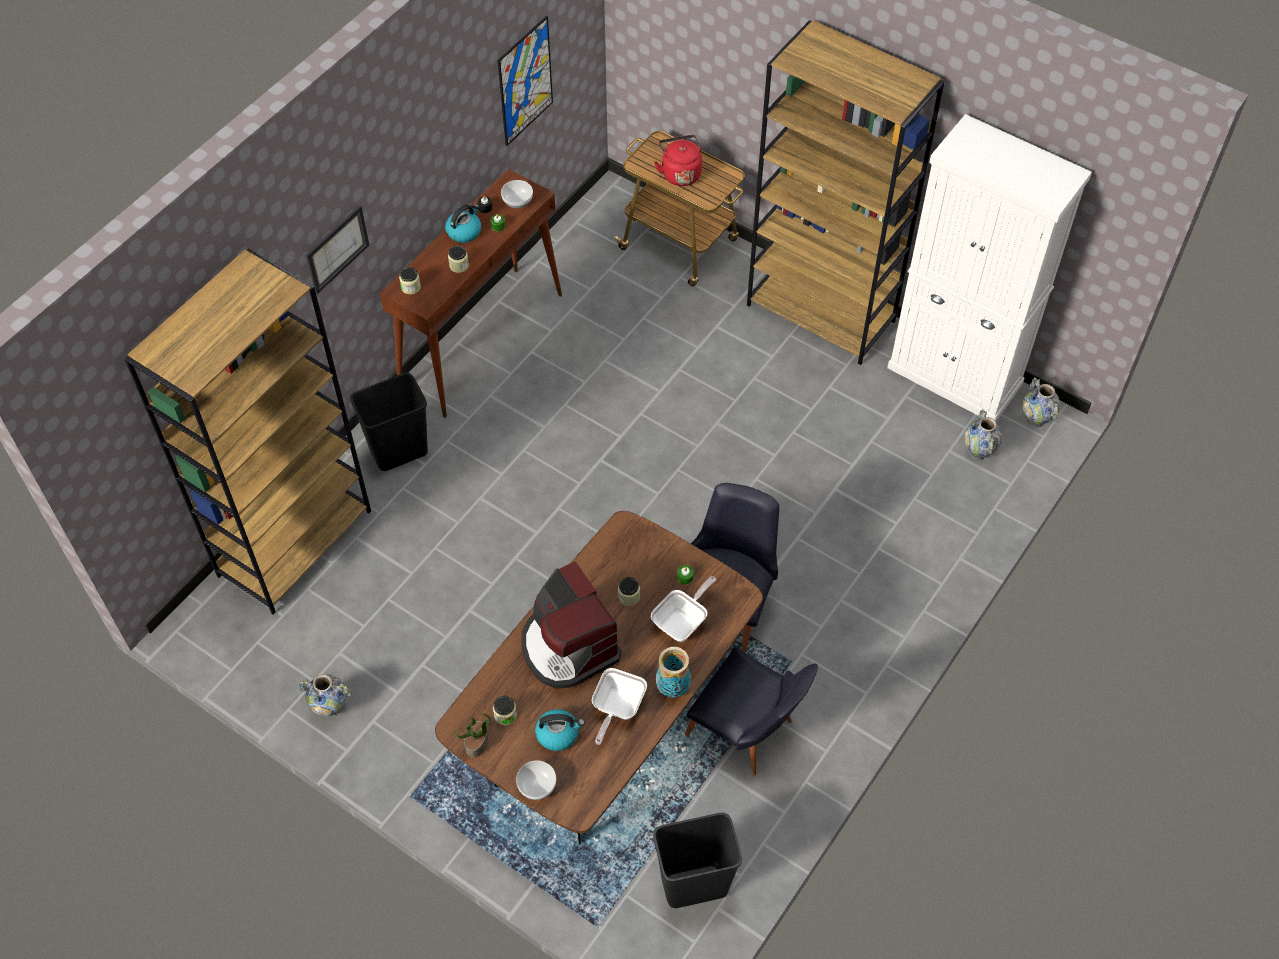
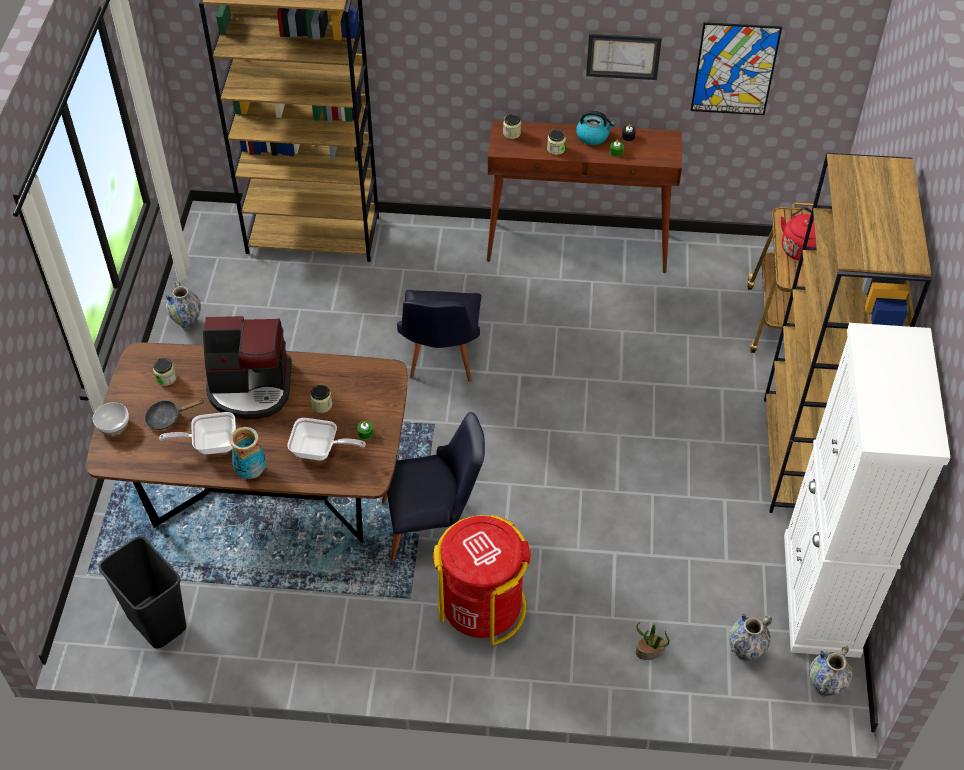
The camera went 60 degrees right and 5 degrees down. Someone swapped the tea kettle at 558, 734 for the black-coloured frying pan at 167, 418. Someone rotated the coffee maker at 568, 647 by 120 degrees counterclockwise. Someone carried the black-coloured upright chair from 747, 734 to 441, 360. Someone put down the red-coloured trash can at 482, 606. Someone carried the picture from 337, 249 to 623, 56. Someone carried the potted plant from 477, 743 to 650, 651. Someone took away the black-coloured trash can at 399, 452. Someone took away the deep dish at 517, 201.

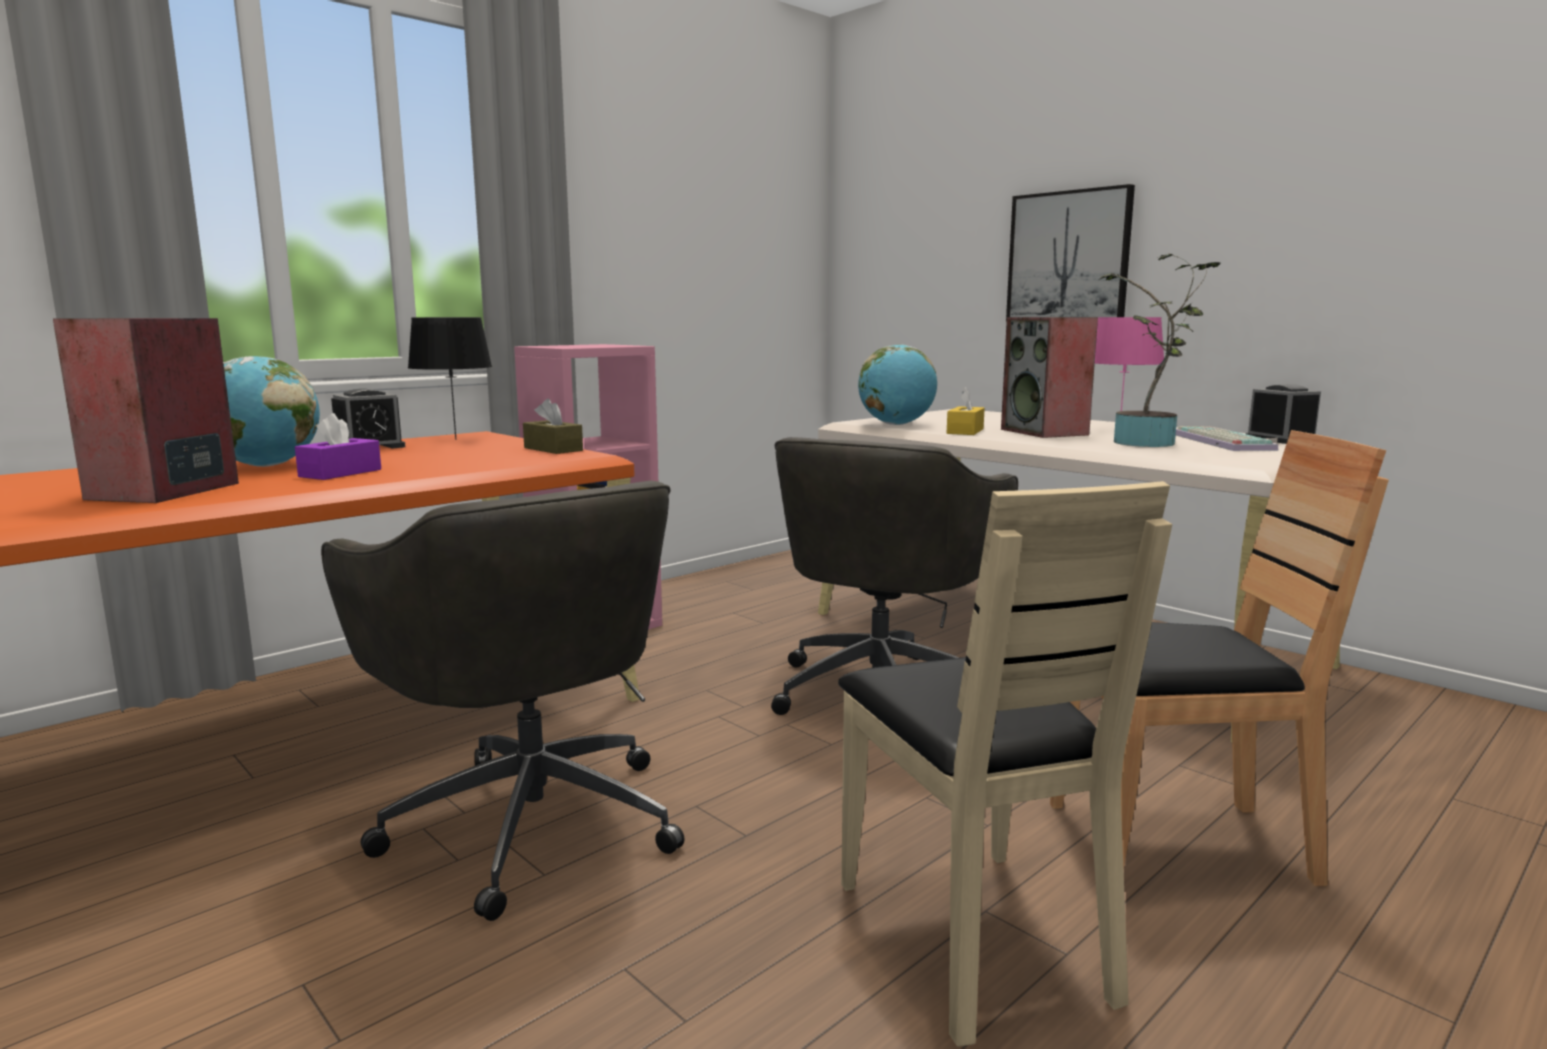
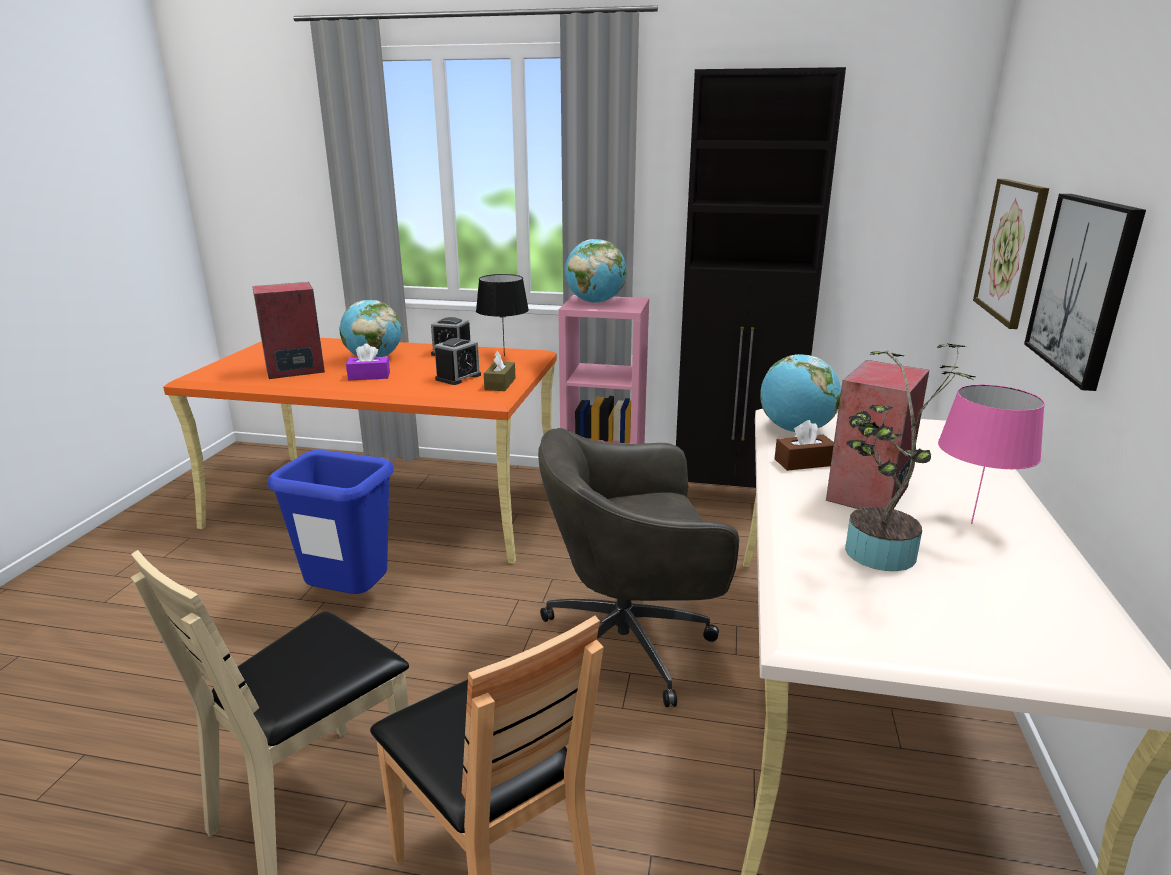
The camera went 55 degrees right and 10 degrees up. Someone swapped the gray computer chair at 531, 819 for the blue trash can at 349, 599. Someone carried the alarm clock from 1280, 439 to 458, 377. Someone put down the globe at 595, 302. Someone put down the black-coloured cupboard at 733, 498. Someone repainted the yellow box of tissues at 965, 431, which became the brownish box of tissues at 804, 462. Someone put up the picture at 1011, 250. Someone took away the keyboard at 1218, 441.

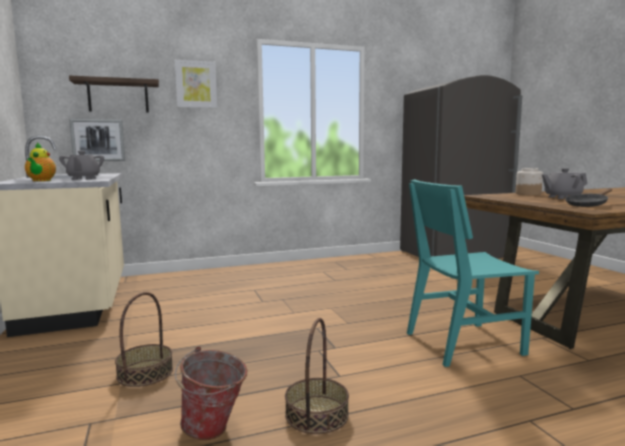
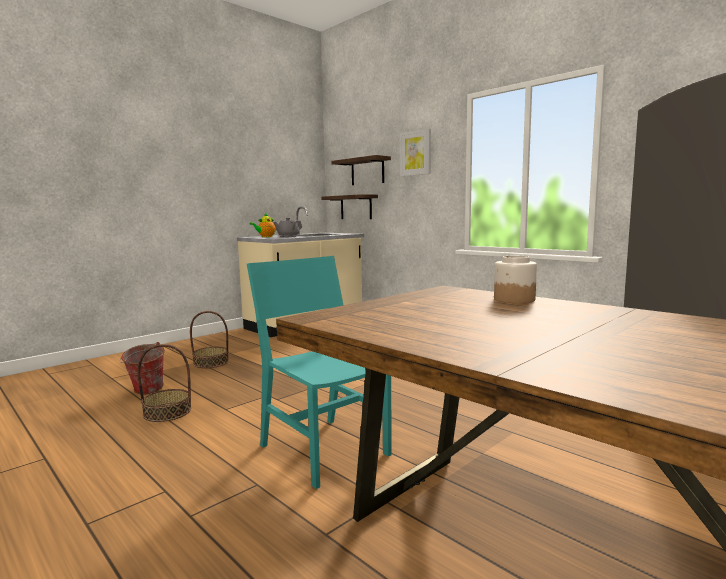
The camera went 65 degrees right and 0 degrees up. Someone swapped the picture at 98, 140 for the wall shelf at 356, 207. Someone took away the gray tea pot at 562, 197. Someone took away the black-coloured frying pan at 588, 205.

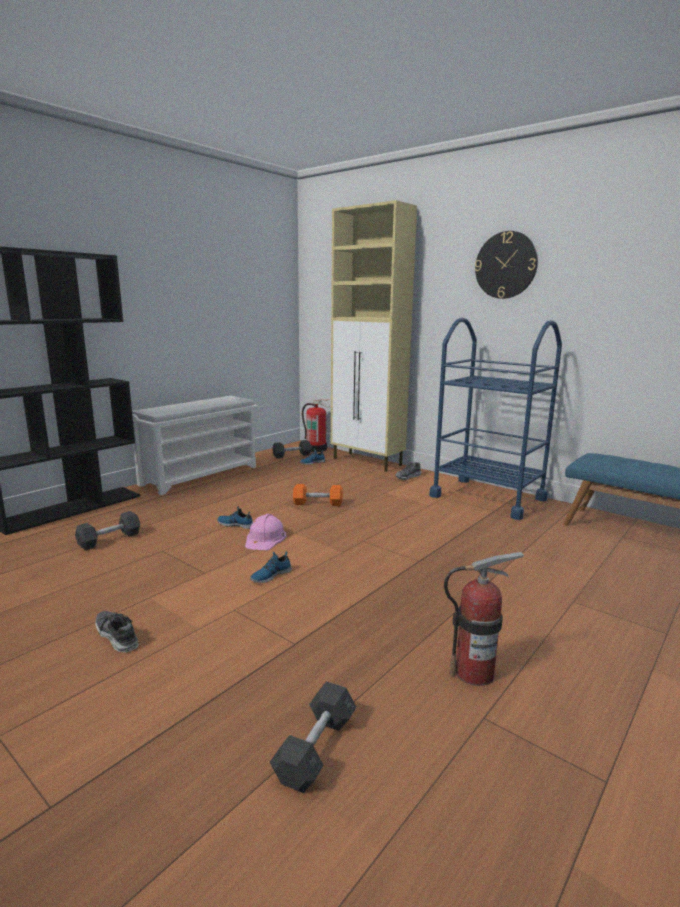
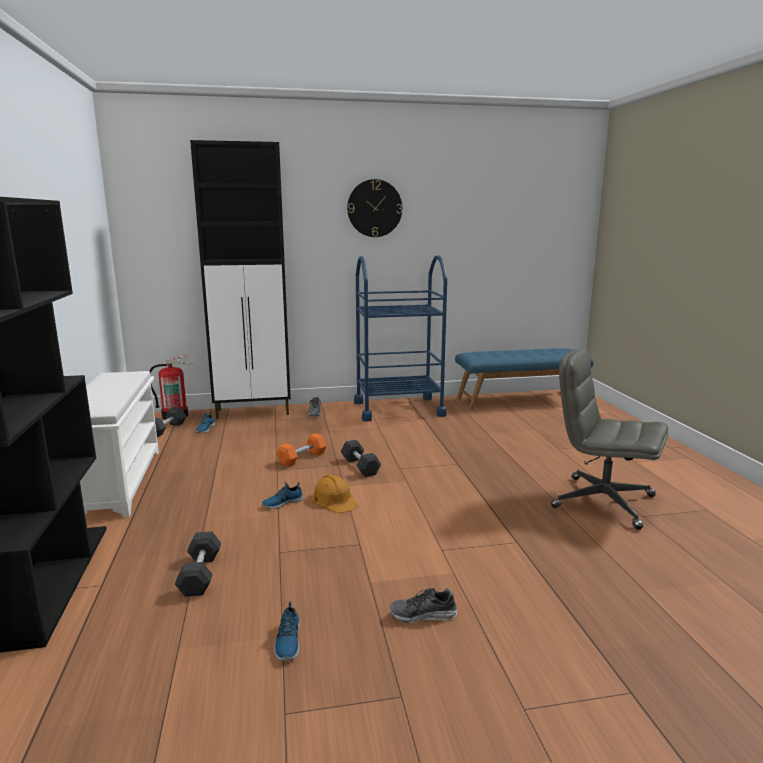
The camera went 50 degrees left and 0 degrees up. Someone repainted the beige cupboard at 368, 462, which became the black-coloured cupboard at 254, 412. Someone carried the shoe from 270, 575 to 287, 641. Someone repainted the pinkish hard hat at 265, 538, which became the orangey hard hat at 334, 500. Someone carried the gray dumbbell from 315, 749 to 360, 466. Someone swapped the extinguisher at 474, 673 for the gray computer chair at 602, 501.

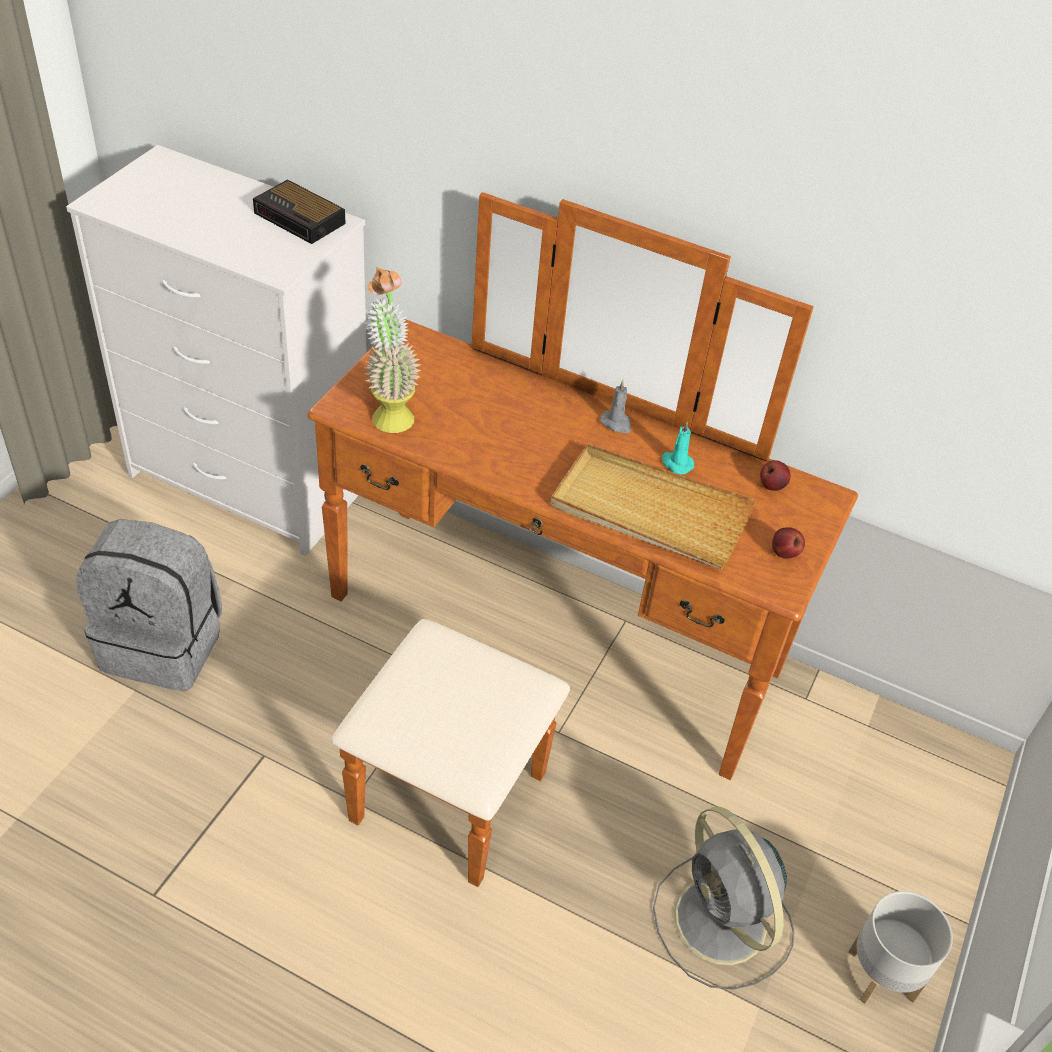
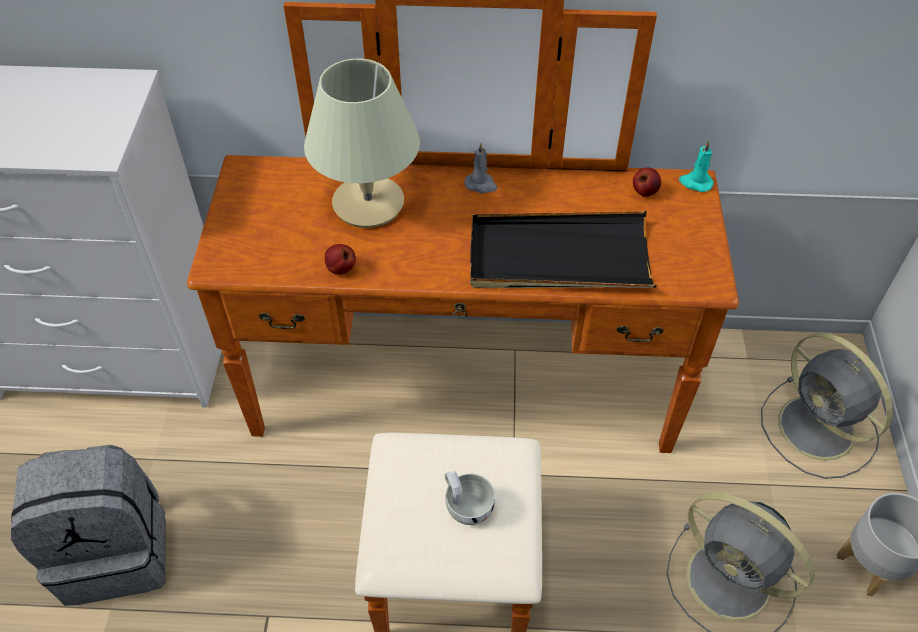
The camera went 20 degrees left and 5 degrees up. Someone put down the beige tabletop lamp at 368, 204. Someone carried the apple fruit from 784, 553 to 340, 269. Someone put down the white-coloured drinking cup at 465, 505. Someone repainted the beige carrying tray at 649, 511, which became the black-coloured carrying tray at 558, 257. Someone carried the turquoise-coloured wax light from 676, 463 to 695, 182. Someone put down the gray fan at 819, 430. Someone took away the alarm clock at 301, 219. Someone took away the potted plant at 390, 411.

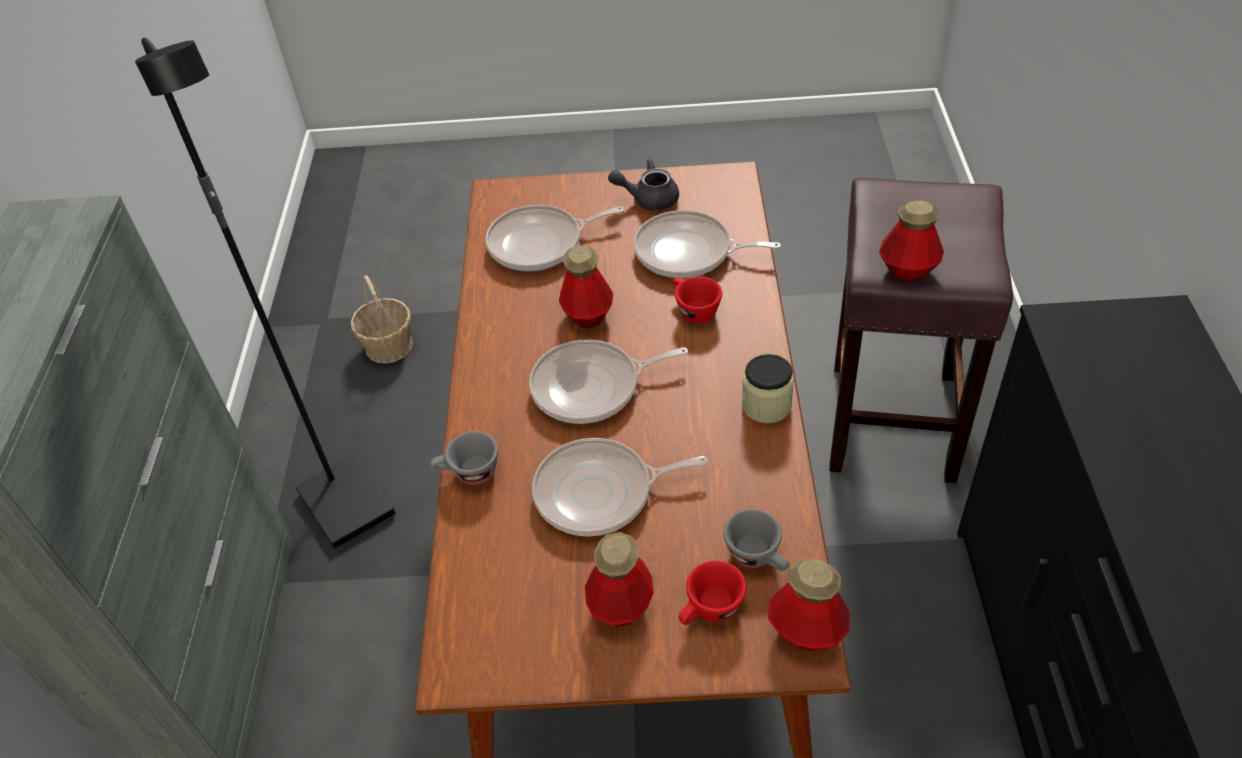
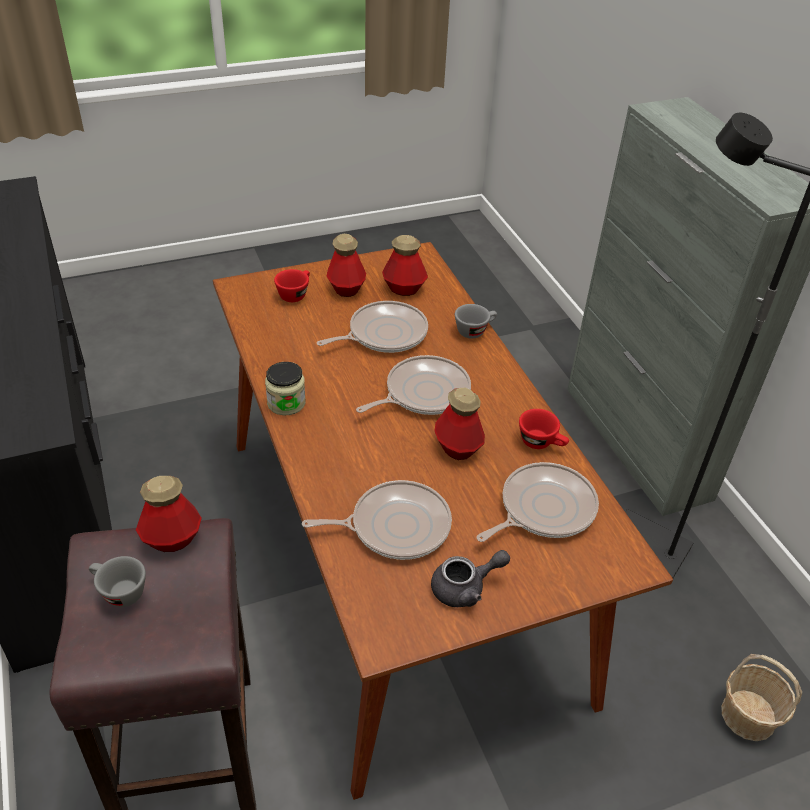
The camera went 155 degrees right and 5 degrees down. Someone carried the gray drinking cup from 758, 557 to 118, 592. Someone carried the beverage bottle from 806, 631 to 404, 289. Someone carried the red-coloured drinking cup from 693, 310 to 541, 443.

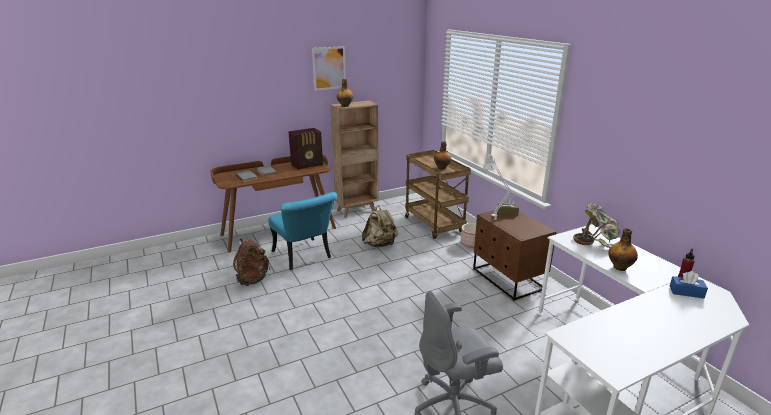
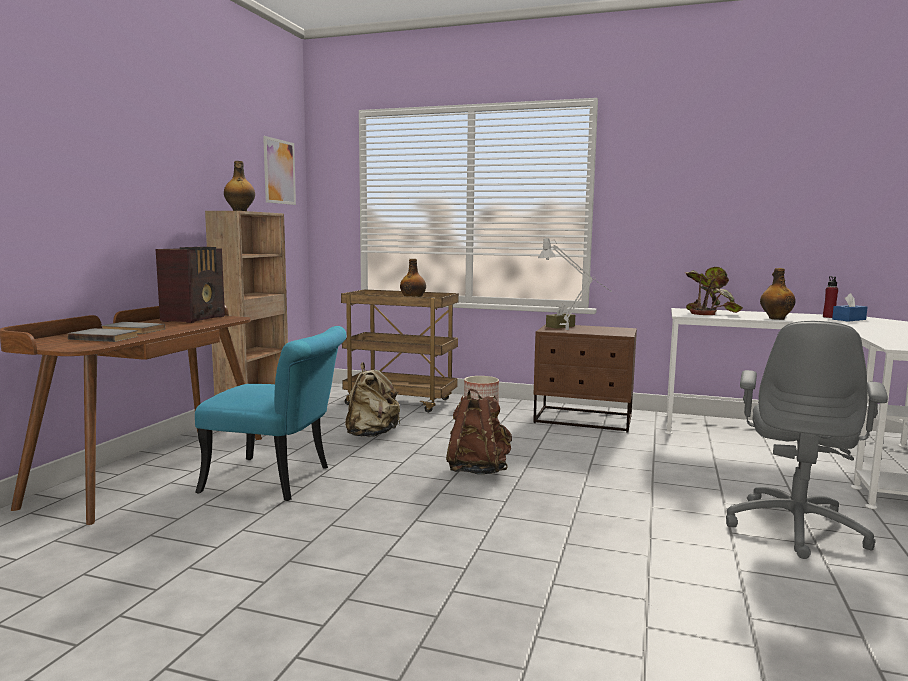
The camera went 45 degrees left and 15 degrees down. Someone carried the picture from 329, 68 to 279, 171. Someone carried the brownish backpack from 252, 279 to 478, 470.

